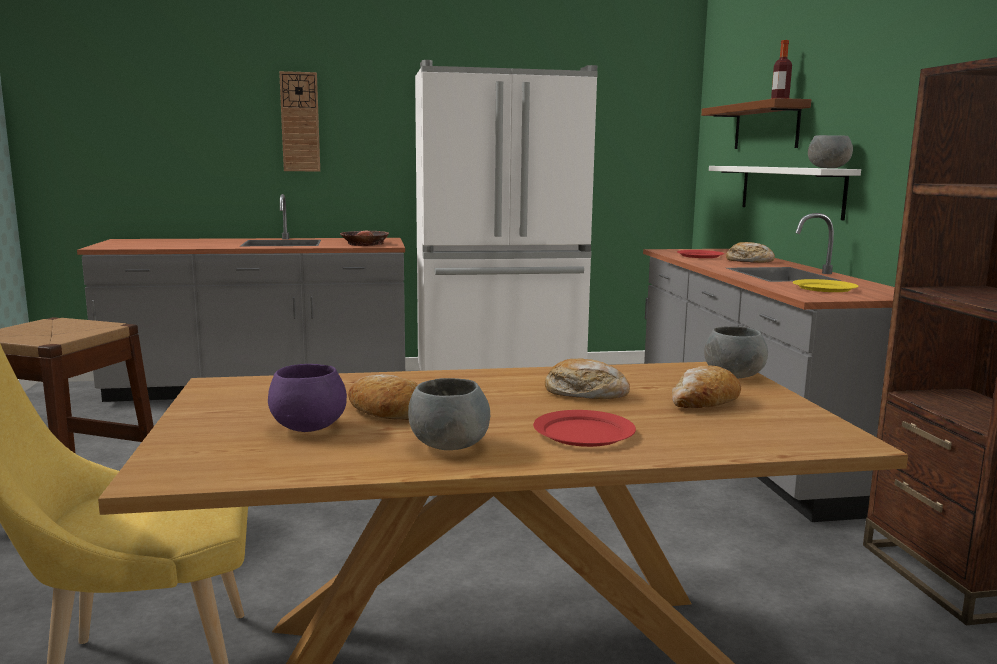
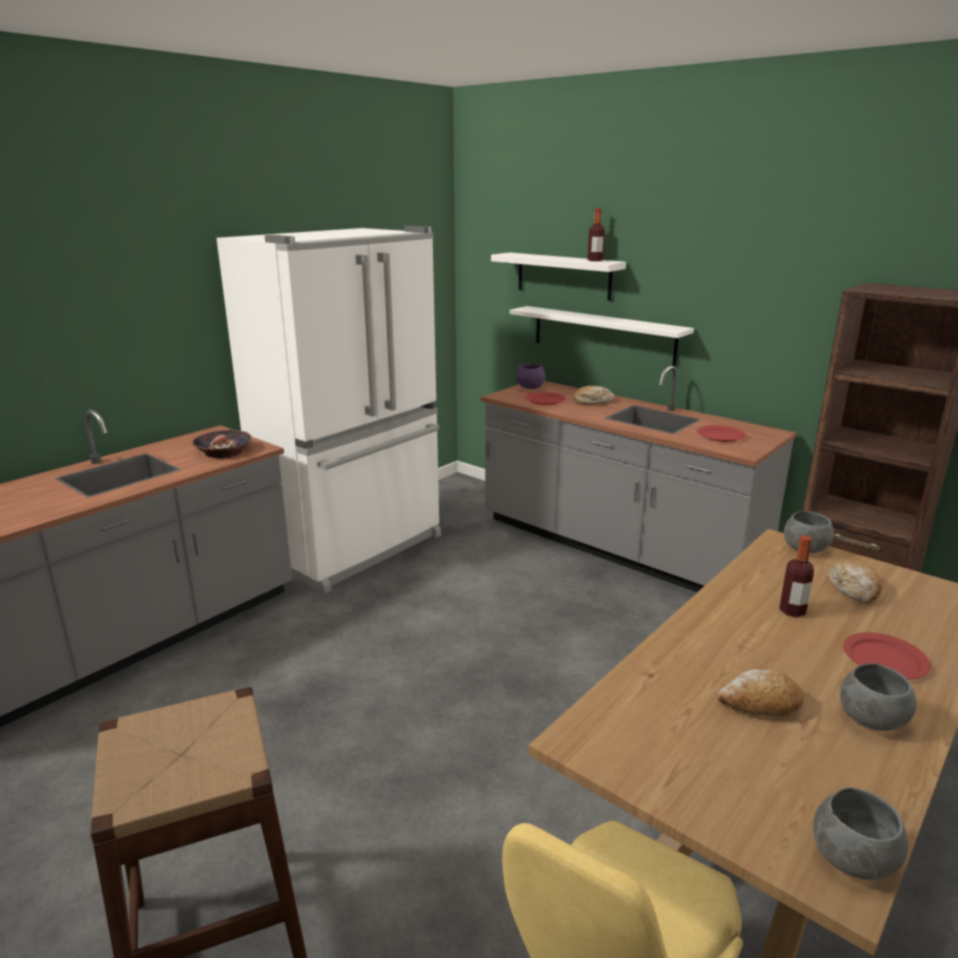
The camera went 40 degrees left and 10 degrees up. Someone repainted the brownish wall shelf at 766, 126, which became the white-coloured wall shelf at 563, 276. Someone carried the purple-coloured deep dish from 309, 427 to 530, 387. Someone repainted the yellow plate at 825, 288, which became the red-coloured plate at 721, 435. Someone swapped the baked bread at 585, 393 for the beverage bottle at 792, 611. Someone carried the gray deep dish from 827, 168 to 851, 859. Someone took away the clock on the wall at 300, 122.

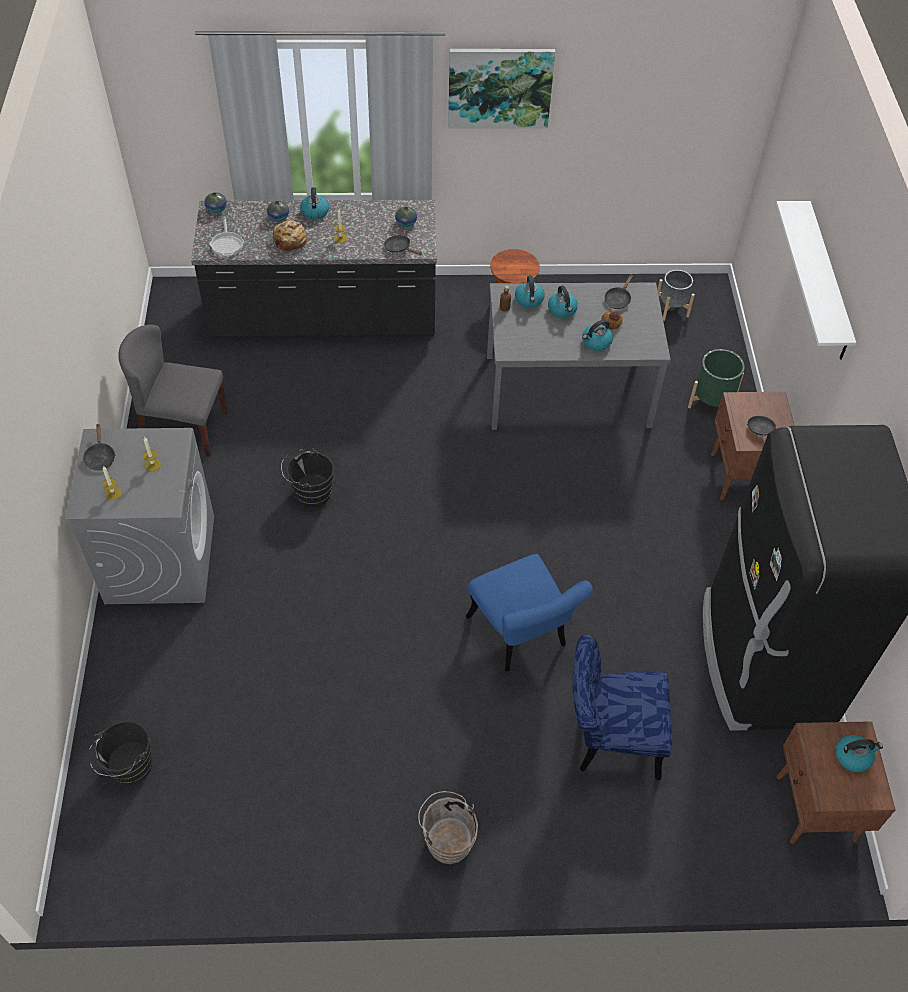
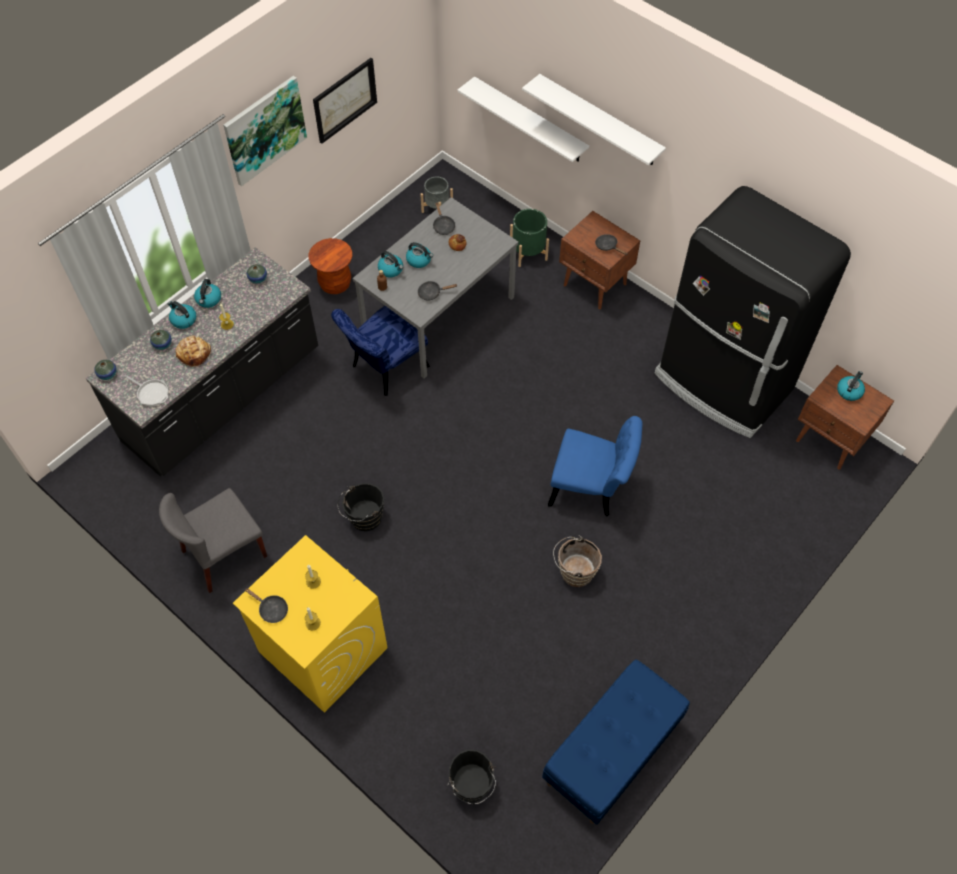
The camera went 45 degrees left and 5 degrees up. Someone carried the tea kettle from 596, 342 to 209, 300. Someone repainted the gray laundry machine at 160, 558, which became the yellow laundry machine at 322, 650. Someone put up the picture at 344, 100. Someone carried the blue upright chair from 609, 738 to 384, 369. Someone carried the black-coloured frying pan from 399, 248 to 432, 293. Someone put up the white-coloured wall shelf at 530, 120. Someone put down the blue long seat at 612, 753. Someone carried the brownish water bucket from 447, 839 to 574, 571.

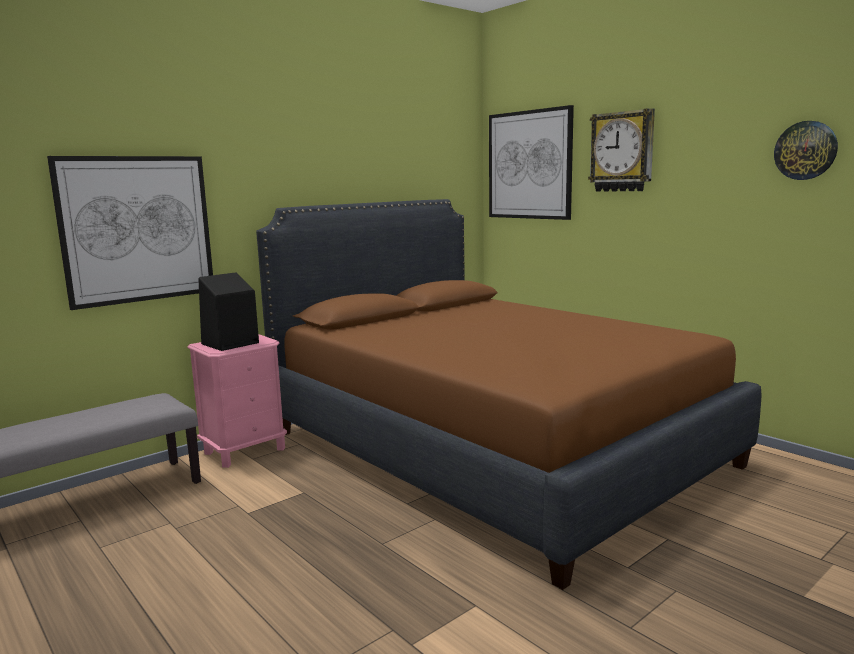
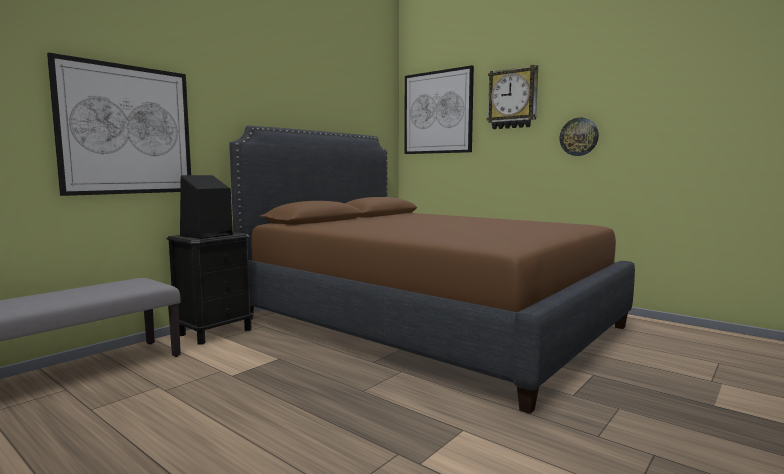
The camera went 10 degrees left and 5 degrees down. Someone repainted the pinkish night table at 244, 450, which became the black-coloured night table at 215, 332. Someone carried the clock on the wall from 805, 150 to 579, 137.

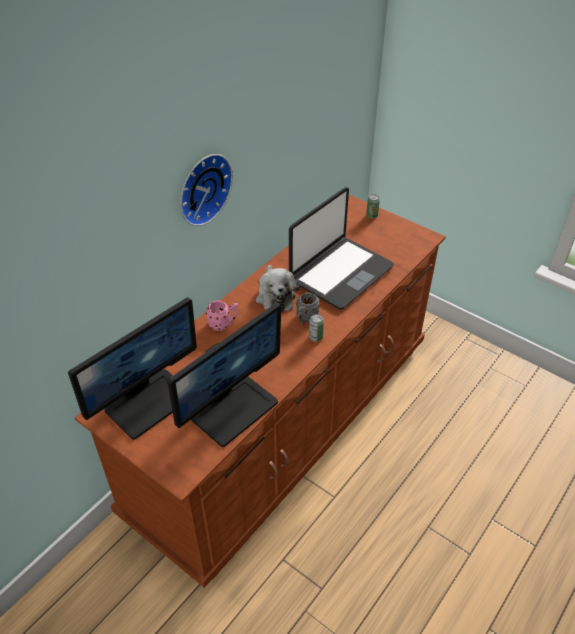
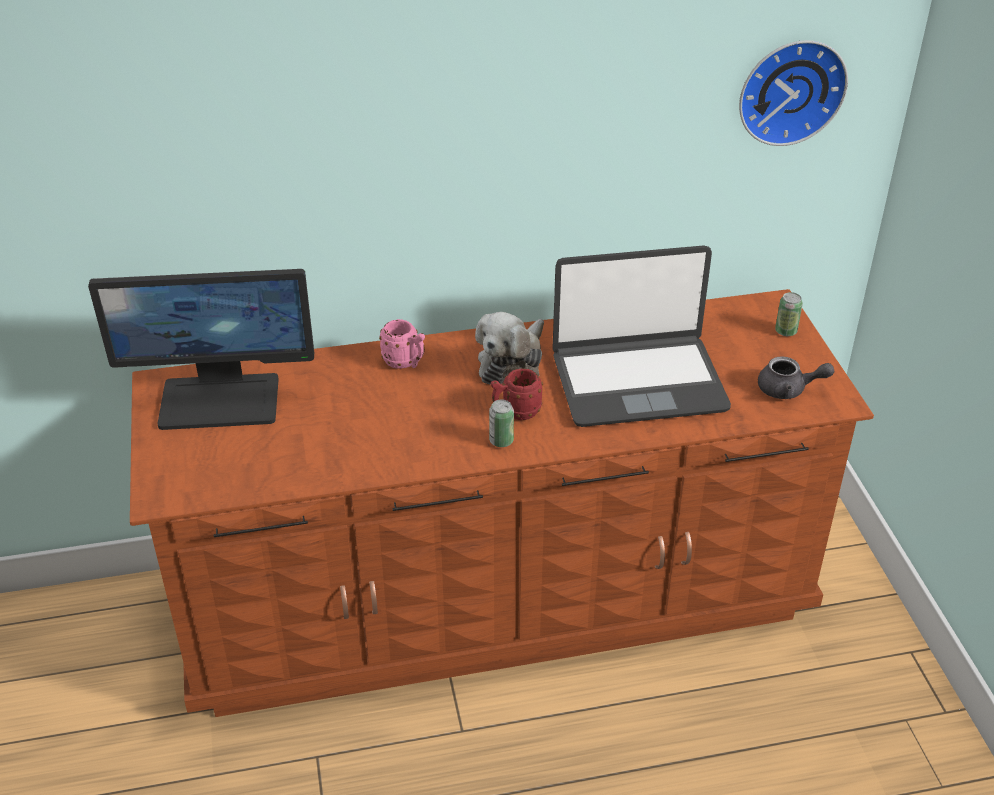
The camera went 40 degrees right and 5 degrees down. Someone repainted the gray coffee mug at 305, 319, which became the red-coloured coffee mug at 515, 413. Someone carried the clock on the wall from 202, 188 to 789, 90. Someone put down the gray tea pot at 788, 390. Someone took away the computer screen at 233, 408.

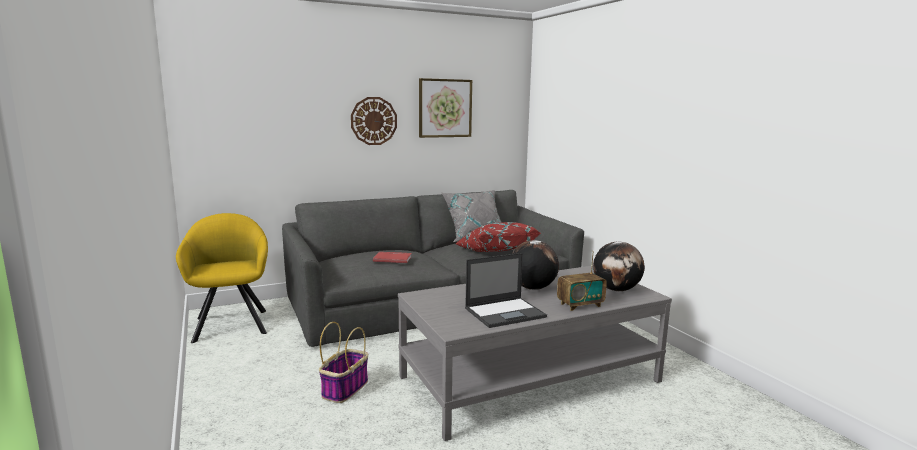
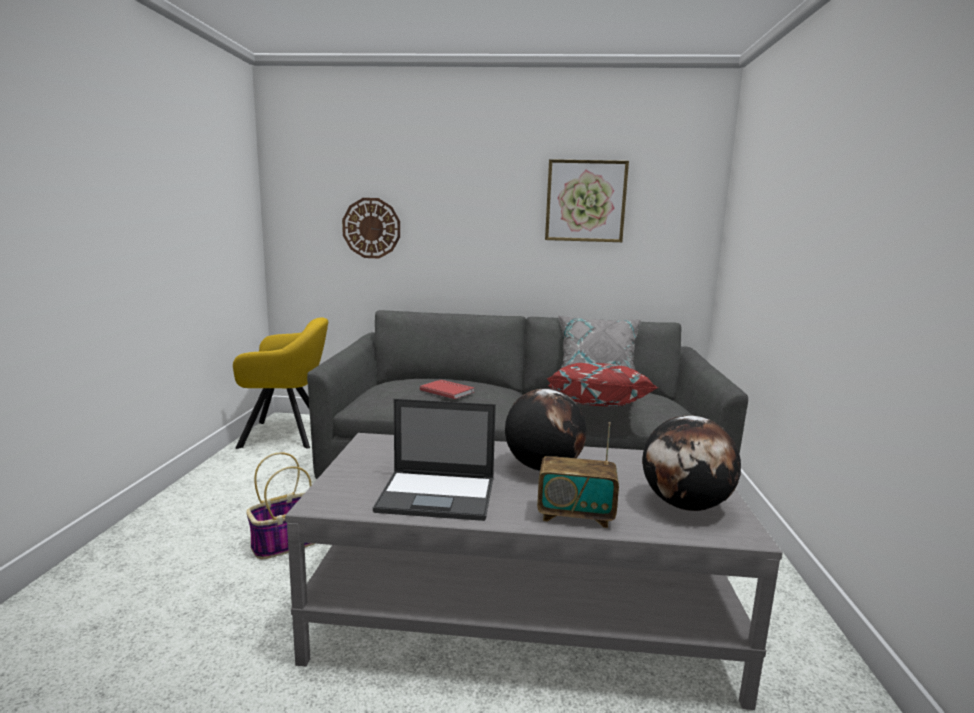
The camera went 30 degrees right and 0 degrees up. Someone rotated the yellow armchair at 231, 323 by 75 degrees clockwise. Someone carried the clock on the wall from 374, 121 to 371, 228.

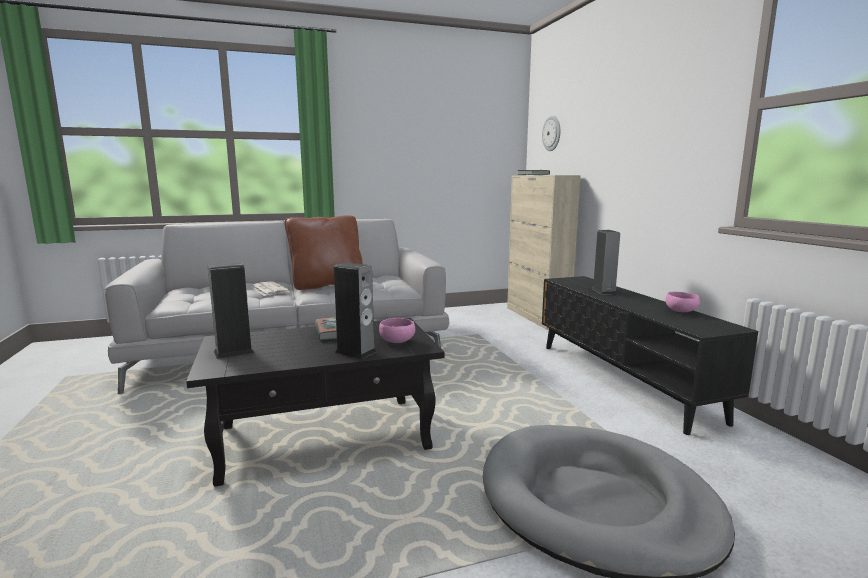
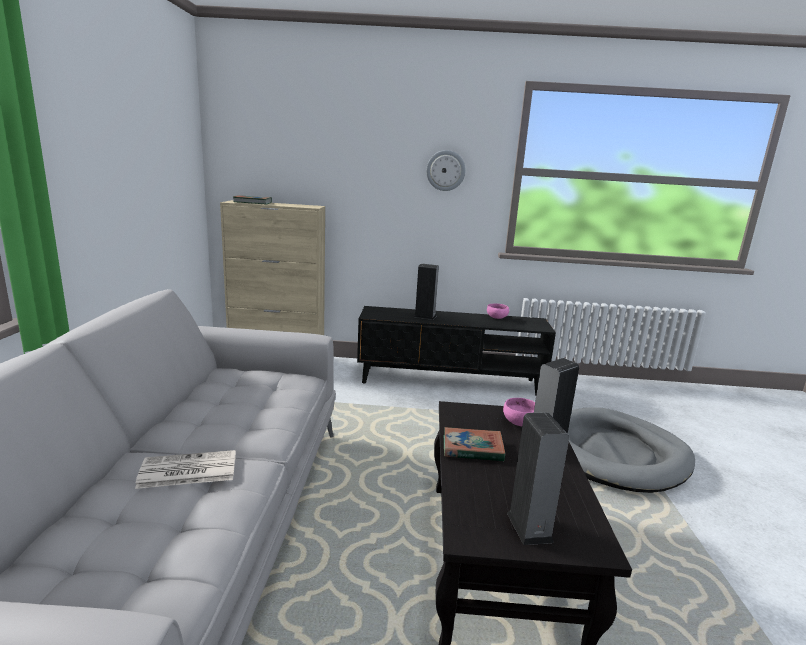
The camera went 70 degrees left and 5 degrees up. Someone carried the clock on the wall from 552, 133 to 445, 170. Someone took away the brownish pillow at 327, 284.

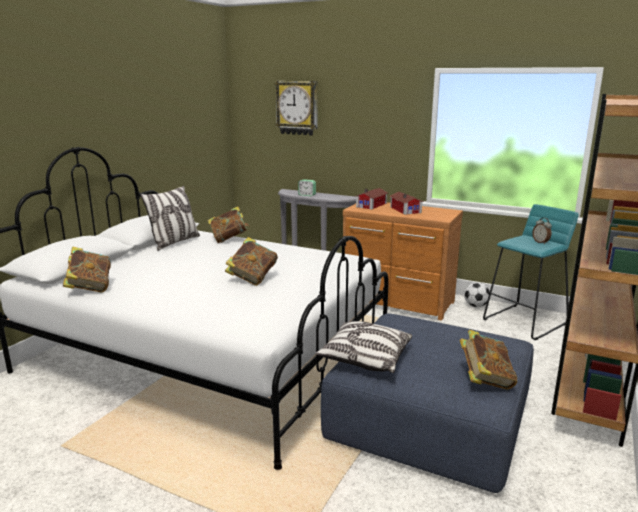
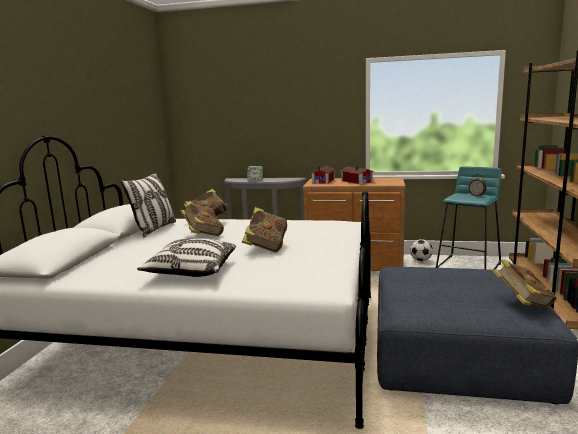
The camera went 15 degrees left and 5 degrees down. Someone carried the pillow from 365, 358 to 191, 271. Someone carried the book from 89, 288 to 203, 235. Someone took away the clock on the wall at 297, 108.

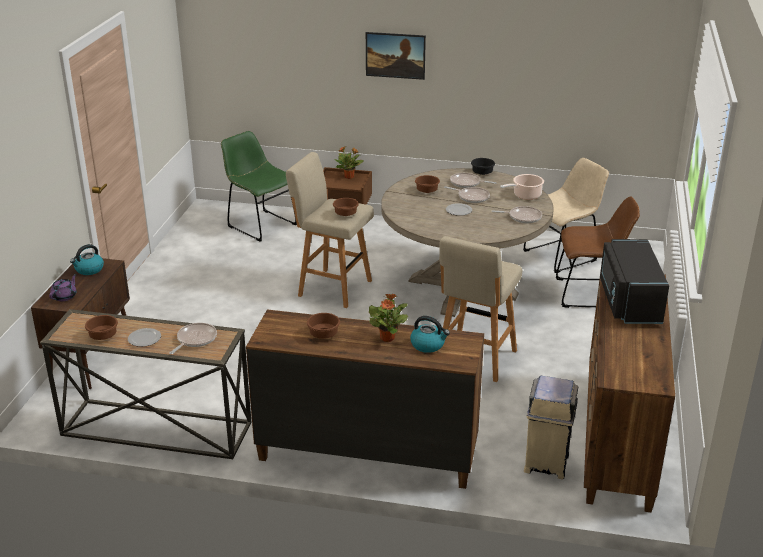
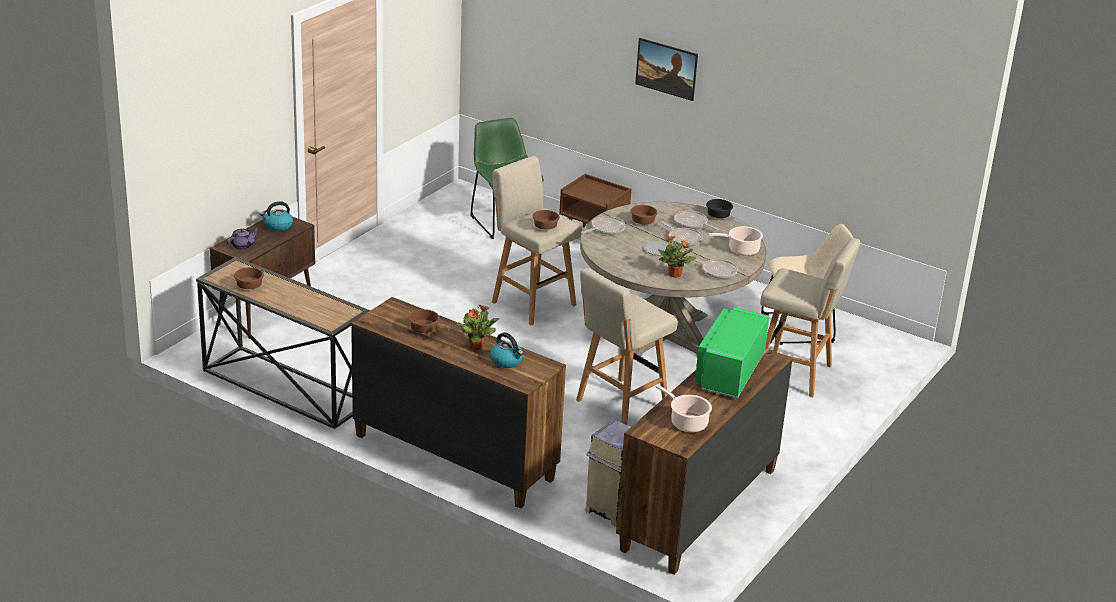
The camera went 20 degrees right and 0 degrees up. Someone carried the frying pan from 195, 339 to 606, 229. Someone put down the stockpot at 687, 422. Someone carried the potted plant from 349, 177 to 675, 275. Someone repainted the black-coloured microwave oven at 628, 301, which became the green-coloured microwave oven at 728, 372. Someone swapped the brownish upright chair at 591, 293 for the beige stool at 796, 374. Someone took away the plate at 145, 338.

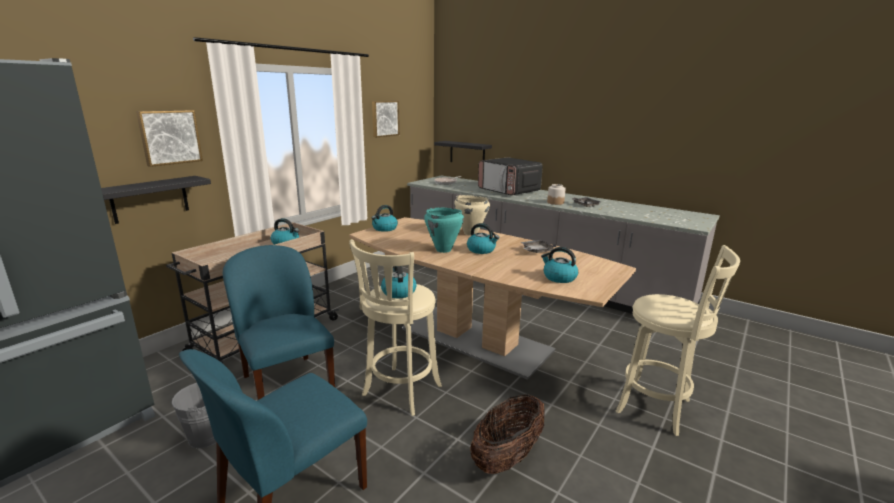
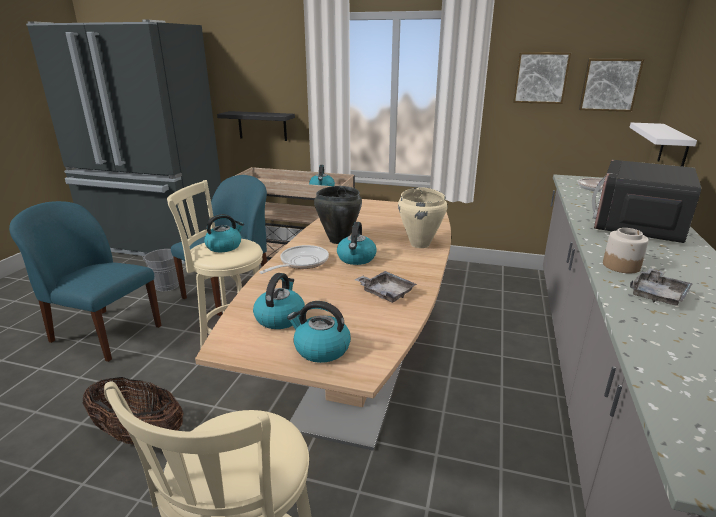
The camera went 70 degrees right and 5 degrees up. Someone put down the frying pan at 301, 263. Someone carried the tea kettle from 384, 228 to 321, 349. Someone repainted the turquoise-coloured stockpot at 443, 250, which became the black-coloured stockpot at 338, 240. Someone carried the picture from 169, 137 to 609, 85. Someone repainted the black-coloured wall shelf at 467, 153, which became the white-coloured wall shelf at 673, 150.

